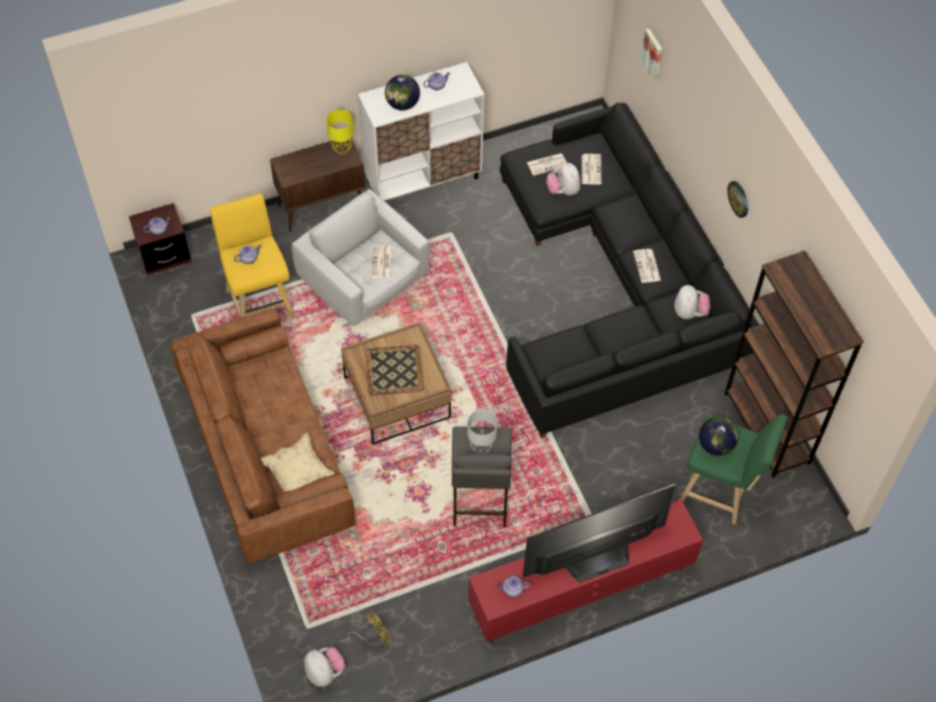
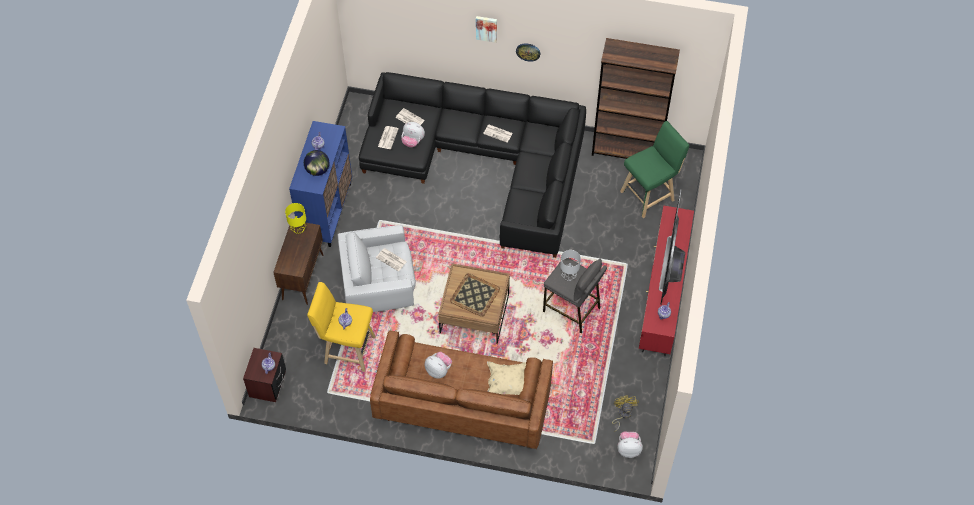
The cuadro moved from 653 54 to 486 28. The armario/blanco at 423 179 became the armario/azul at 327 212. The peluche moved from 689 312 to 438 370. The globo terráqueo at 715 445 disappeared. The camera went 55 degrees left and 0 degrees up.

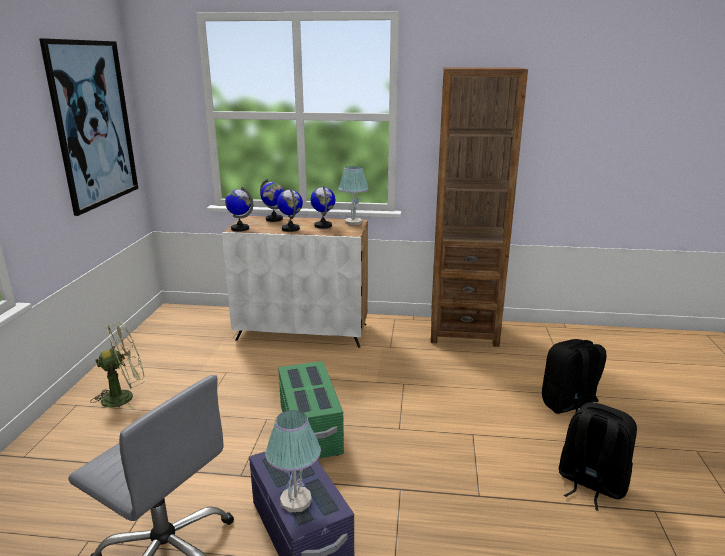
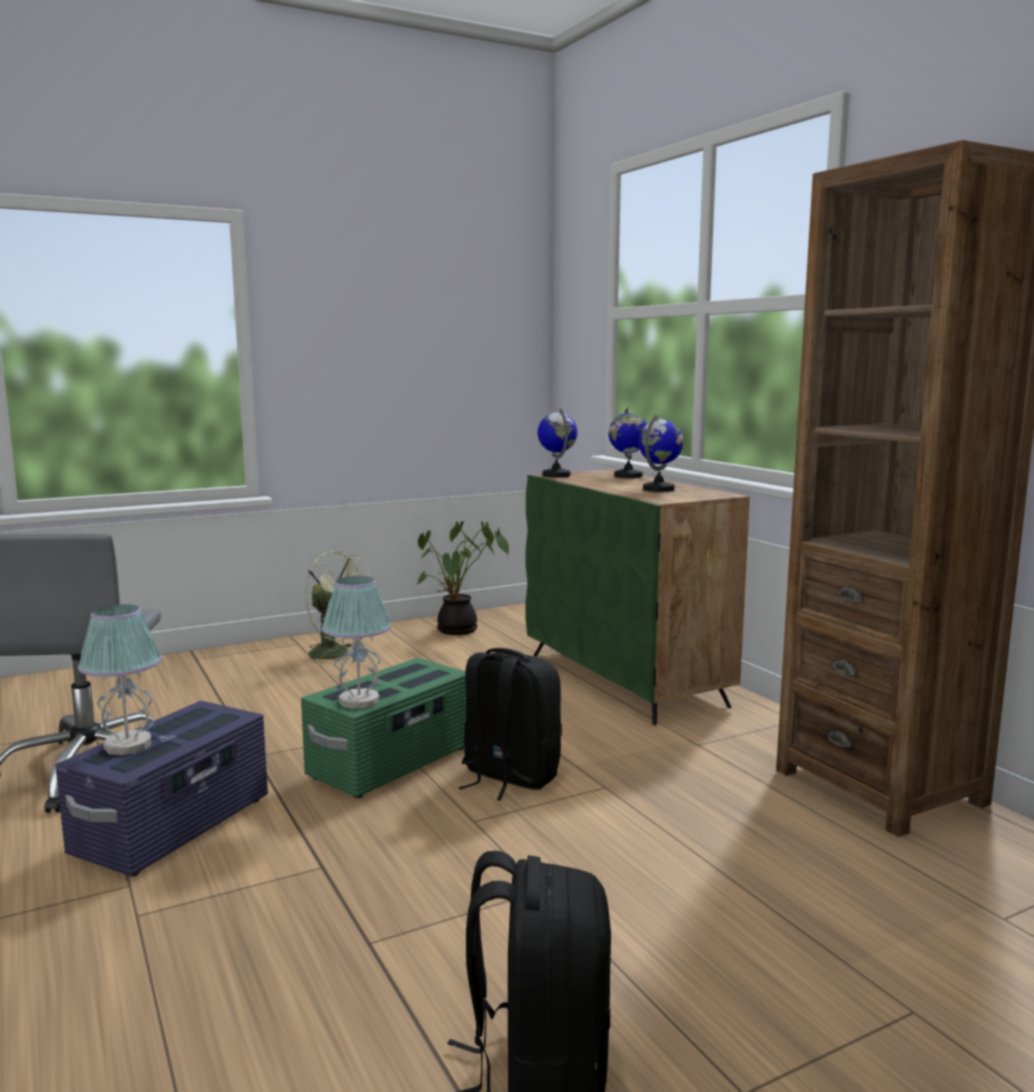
The cuadro at 93 124 disappeared. The lámpara de mesa moved from 353 222 to 359 701. The globo terráqueo at 290 229 disappeared. The armario/blanco at 303 331 became the armario/verde at 626 679. The mochila/negro moved from 569 406 to 508 777. The planta en maceta at 458 631 appeared. The camera went 55 degrees right and 10 degrees down.

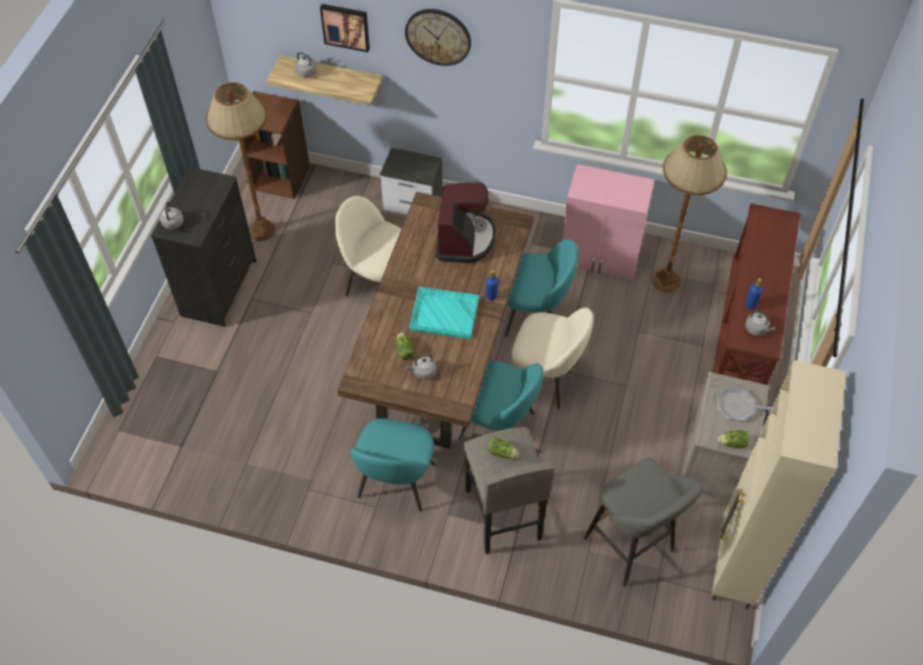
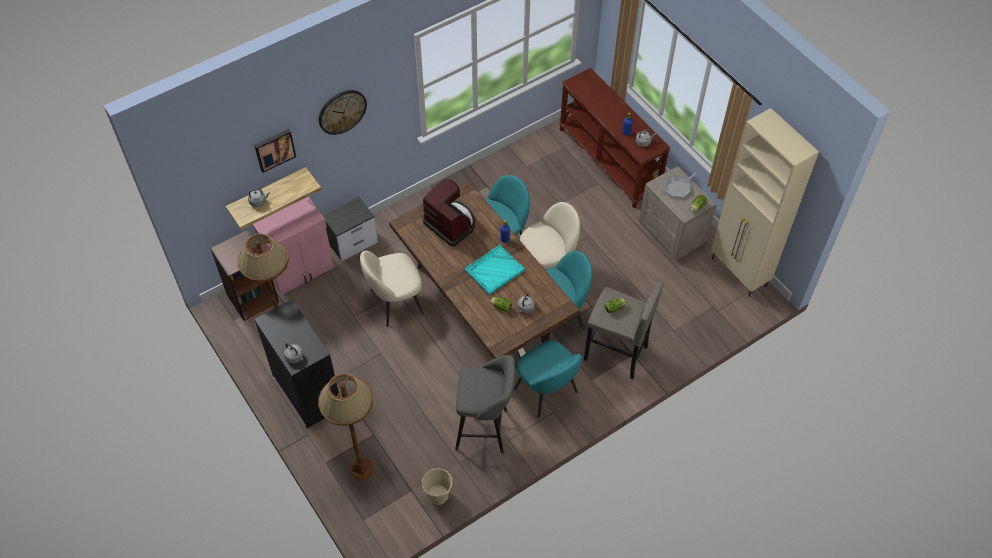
The lámpara de pie/marrón moved from 666 281 to 360 468. The armario/rosa moved from 600 257 to 301 270. The taburete/gris moved from 632 548 to 485 430. The cubo/beis at 438 495 appeared. The camera went 50 degrees left and 0 degrees up.

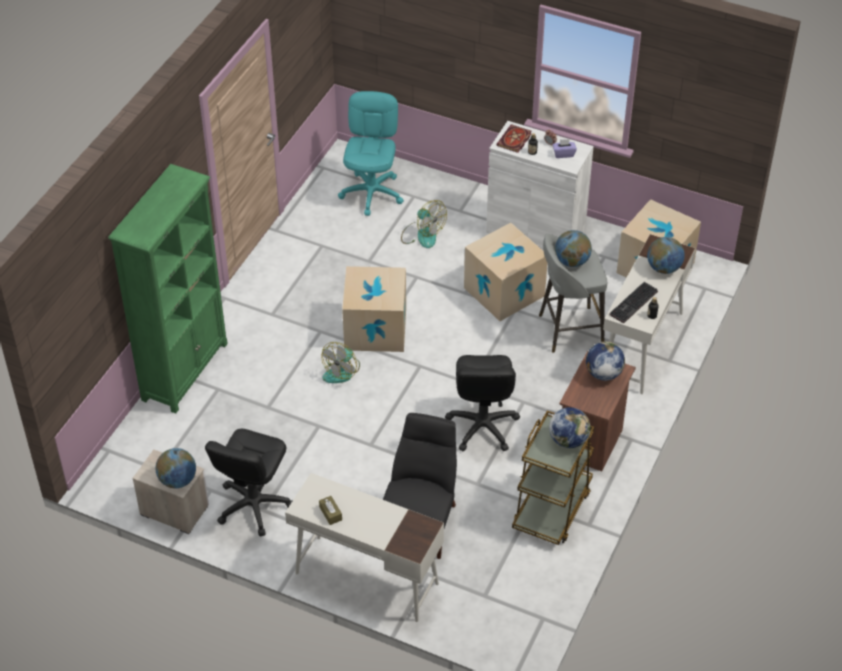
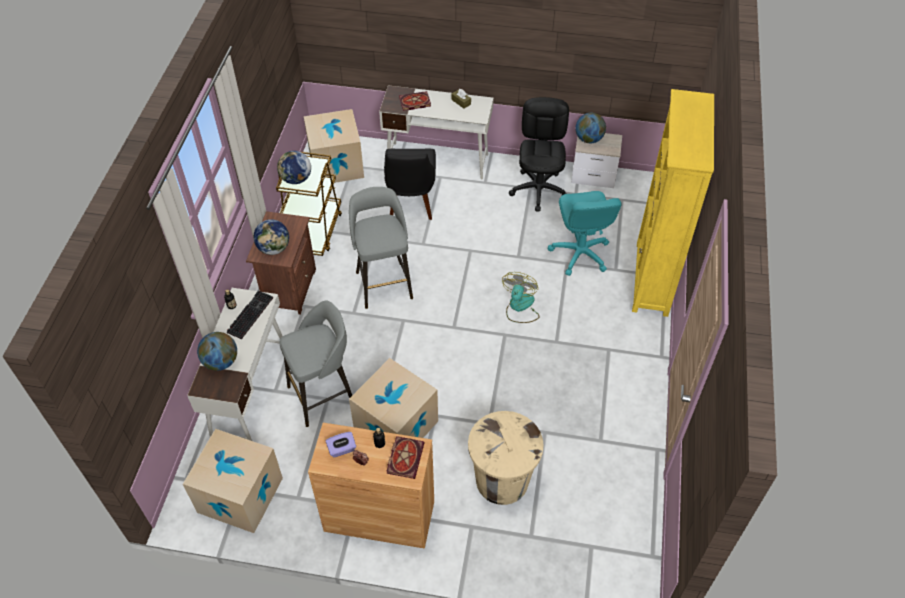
The silla de oficina/turquesa moved from 372 193 to 579 253. The armario/blanco at 535 231 became the armario/marrón at 379 516. The estantería/verde at 185 371 became the estantería/amarillo at 651 279. The ventilador at 422 235 was replaced by the papelera/beis at 502 480. The globo terráqueo at 572 261 disappeared. The caja de cartón moved from 375 329 to 336 165. The silla de oficina/negro at 482 427 was replaced by the taburete/gris at 383 283. The libro at 414 102 appeared. The camera went 165 degrees right and 5 degrees up.

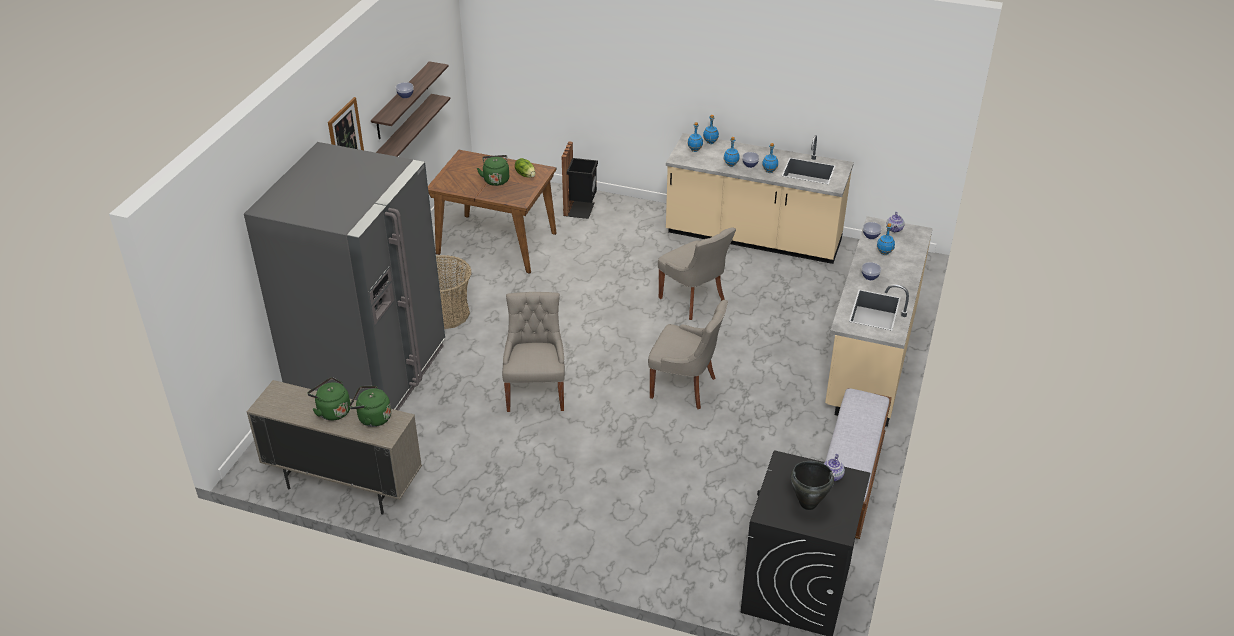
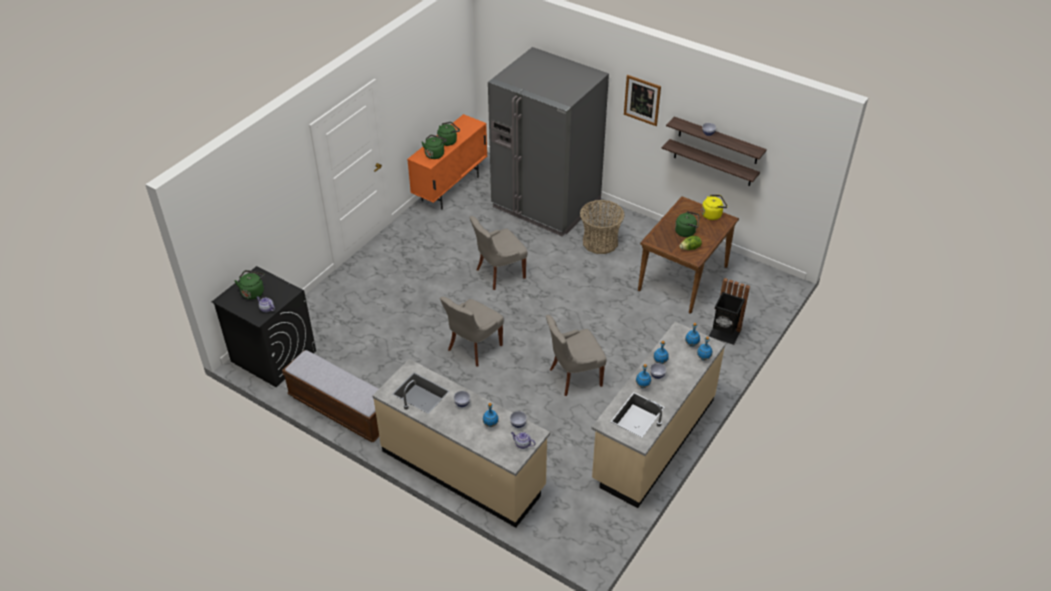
The silla/gris at 536 392 turned 135 degrees clockwise. The armario/beis at 345 486 became the armario/naranja at 450 189. The olla/negro at 807 503 was replaced by the hervidor/verde at 253 292. The hervidor/amarillo at 712 214 appeared. The camera went 105 degrees right and 5 degrees up.

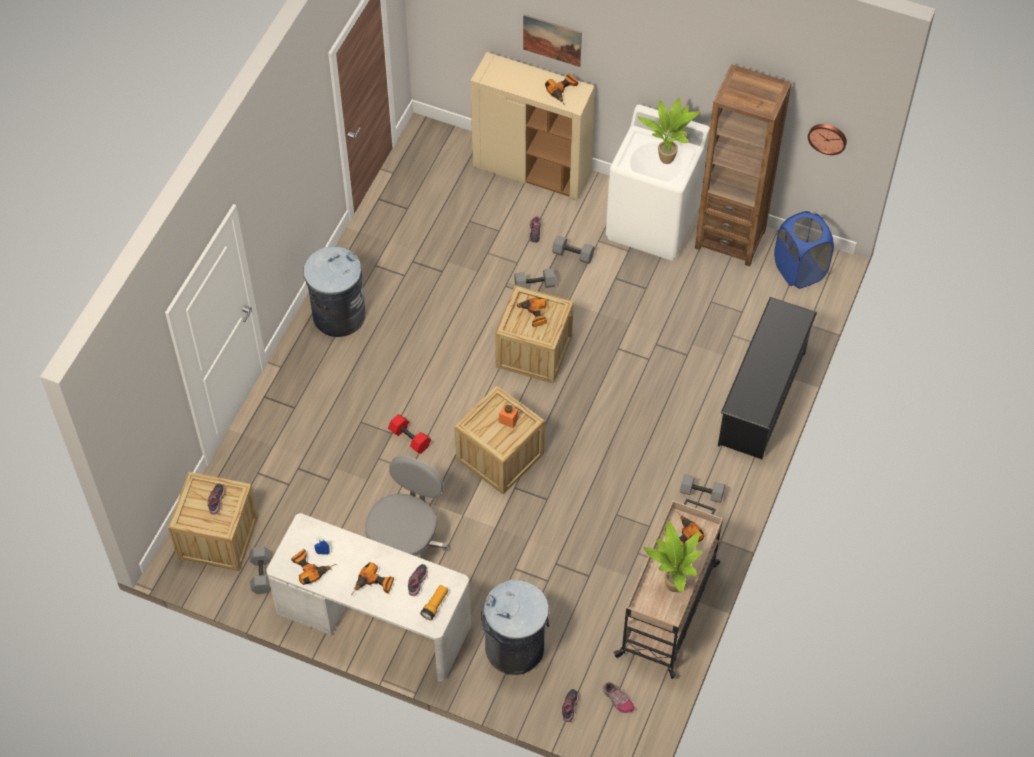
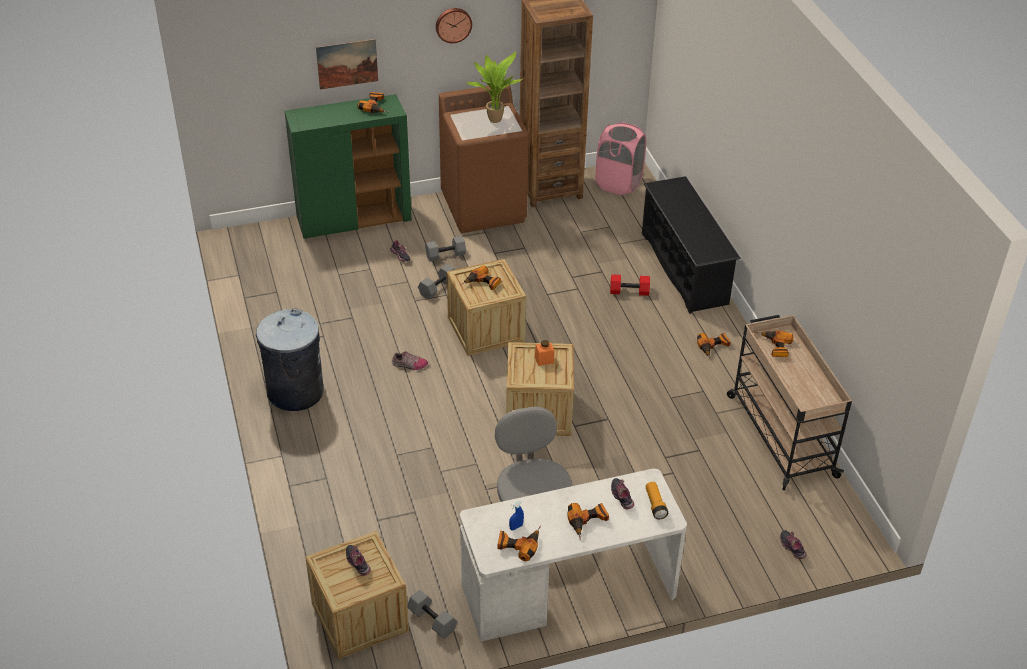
The armario/beis at 533 170 became the armario/verde at 354 220. The lavadora/blanco at 653 223 became the lavadora/marrón at 484 207. The reloj de pared moved from 827 137 to 453 24. The cesto de la ropa/azul at 799 270 became the cesto de la ropa/rosa at 619 184. The mancuerna/rojo moved from 410 438 to 629 291. The mancuerna/gris at 702 492 was replaced by the taladro at 714 348. The planta en maceta at 671 586 disappeared. The papelera/gris at 515 648 disappeared. The zapato moved from 617 699 to 409 365. The camera went 40 degrees left and 15 degrees down.

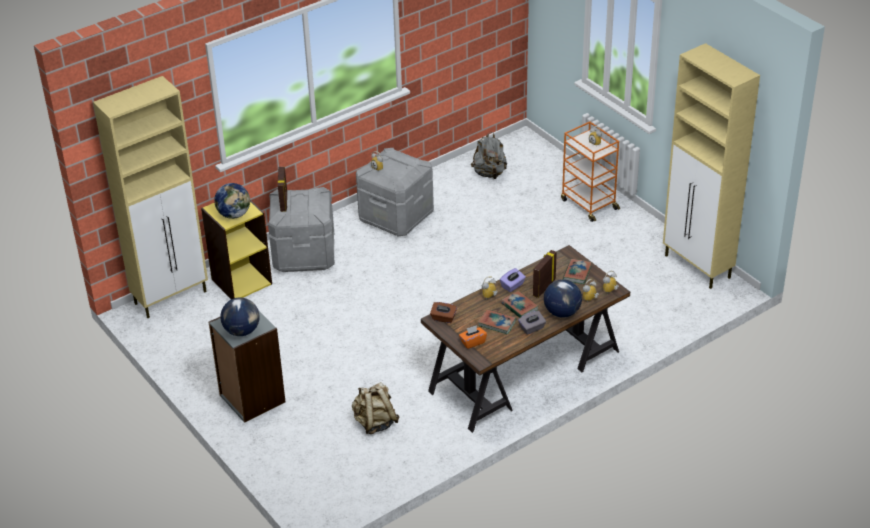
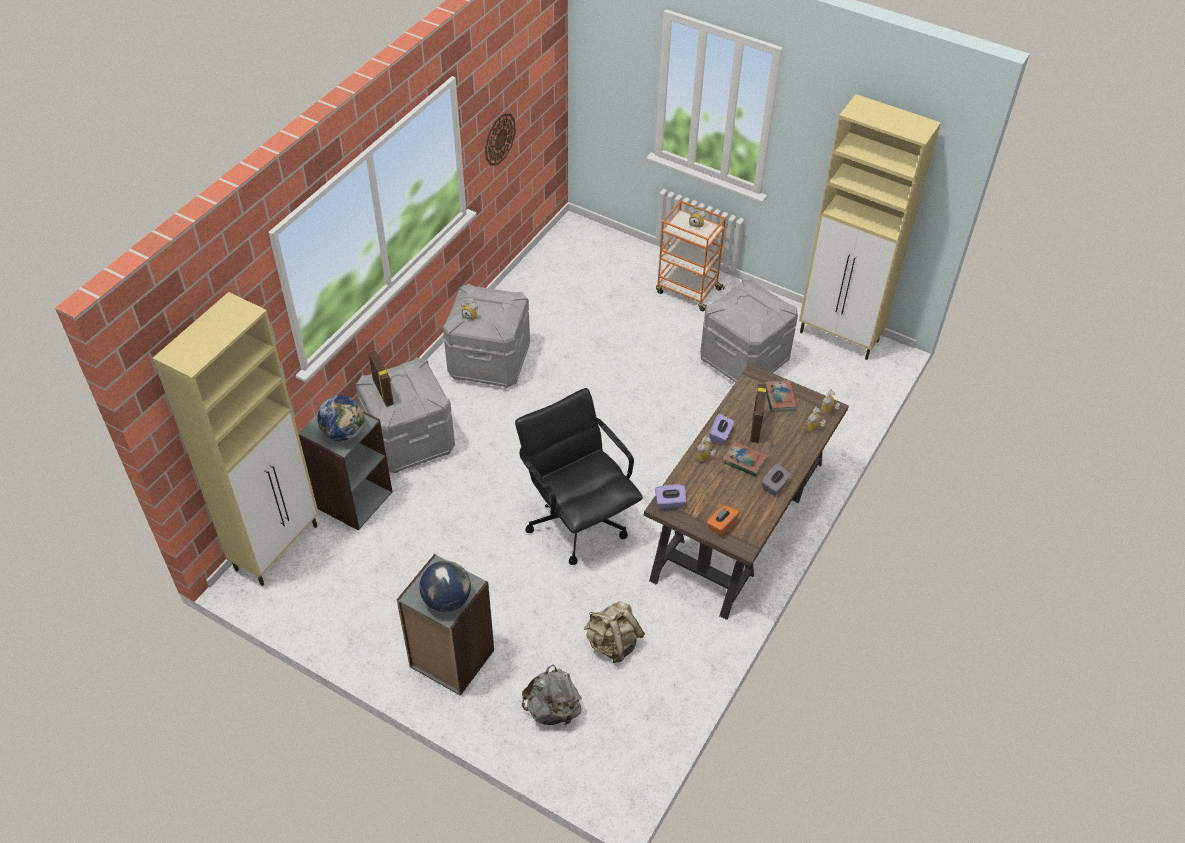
The mochila/gris moved from 489 173 to 553 710. The estantería/amarillo at 241 281 became the estantería/gris at 353 499. The globo terráqueo at 562 312 disappeared. The caja de pañuelos/marrón at 443 318 became the caja de pañuelos/morado at 670 503. The libro at 497 323 disappeared. The reloj de pared at 499 139 appeared. The caja de almacenaje/gris at 743 360 appeared. The silla de oficina/negro at 577 520 appeared. The camera went 25 degrees left and 10 degrees up.

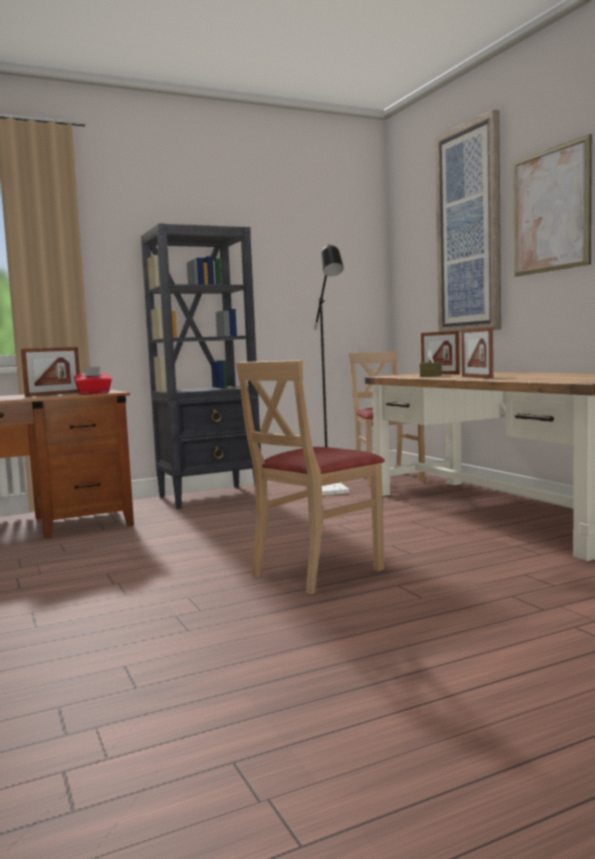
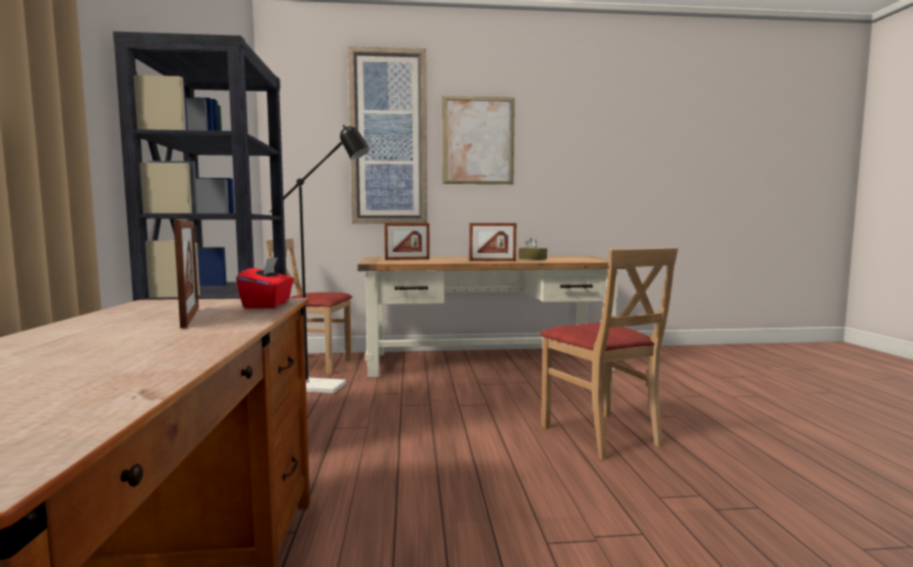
The caja de pañuelos/marrón moved from 431 376 to 532 259. The camera went 70 degrees left and 0 degrees up.

